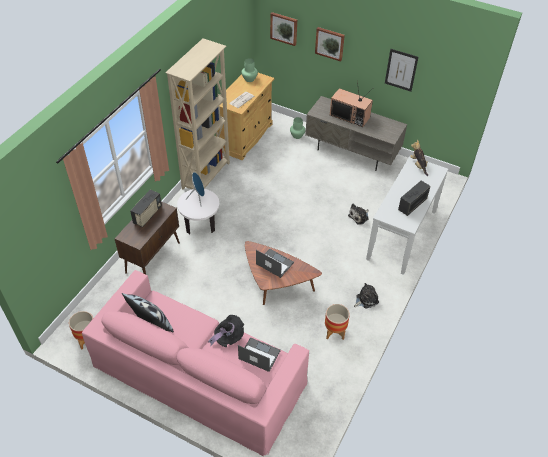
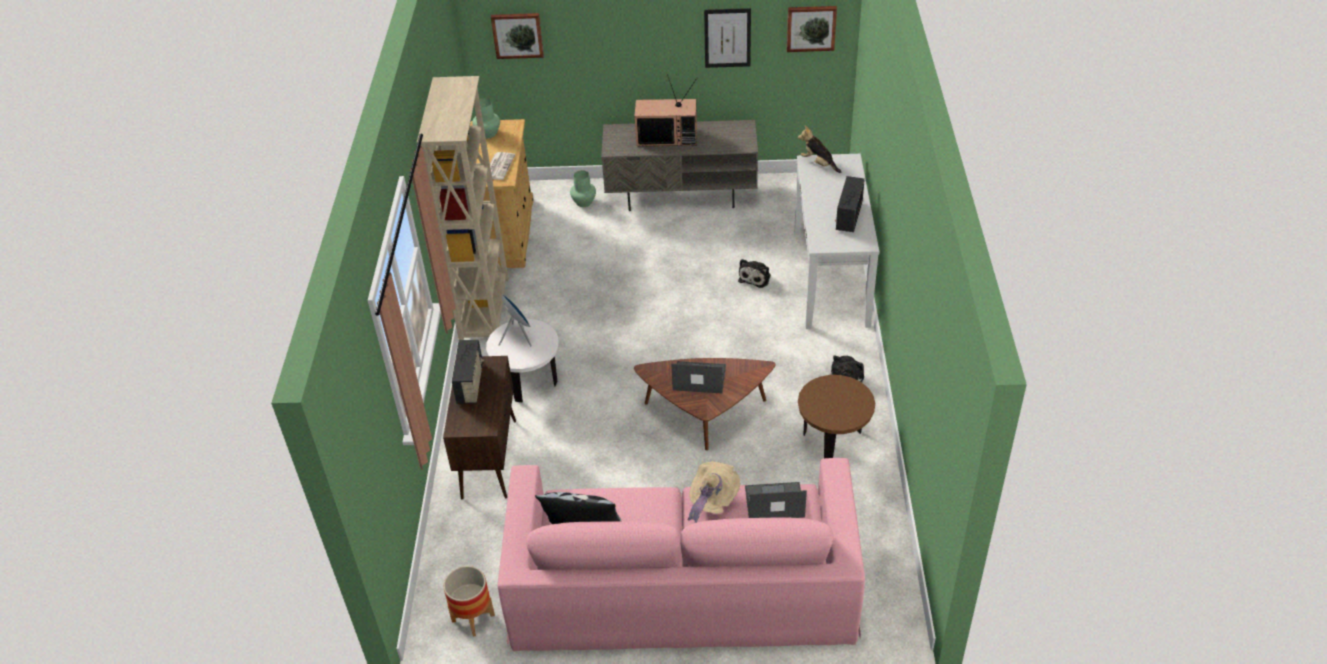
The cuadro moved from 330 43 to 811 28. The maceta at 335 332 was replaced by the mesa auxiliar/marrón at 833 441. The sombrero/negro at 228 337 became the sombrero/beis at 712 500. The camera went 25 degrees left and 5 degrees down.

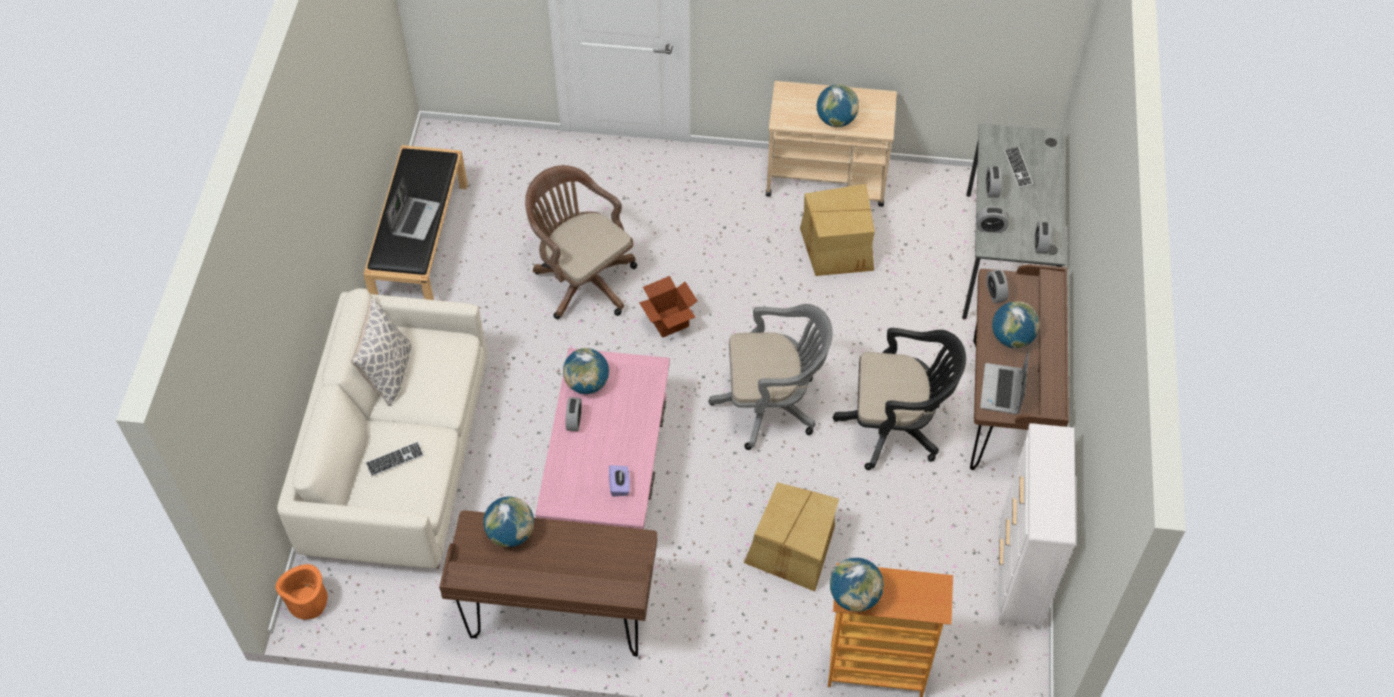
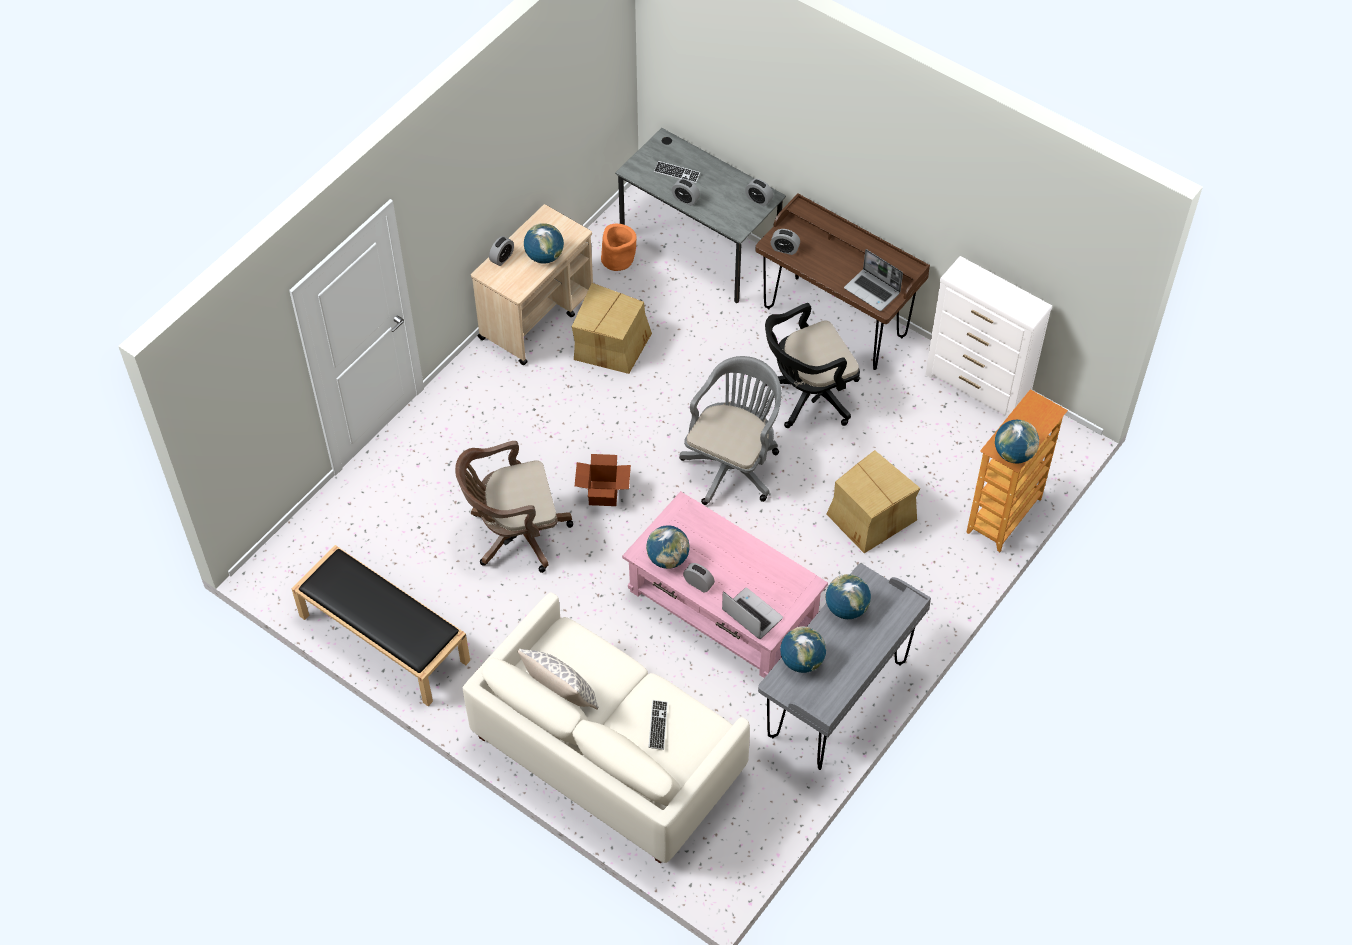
The portátil moved from 415 219 to 751 614. The despertador moved from 990 228 to 502 258. The globo terráqueo moved from 1012 338 to 846 608. The silla de oficina/negro at 896 427 turned 150 degrees counterclockwise. The caja de pañuelos/morado at 619 486 disappeared. The escritorio/marrón at 559 619 became the escritorio/gris at 838 701. The maceta/naranja moved from 307 603 to 618 260. The camera went 60 degrees left and 0 degrees up.

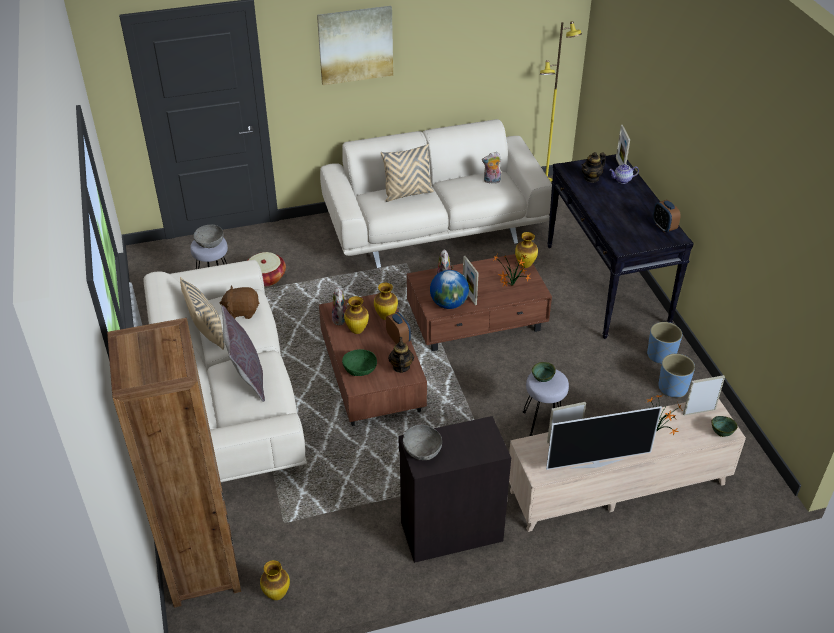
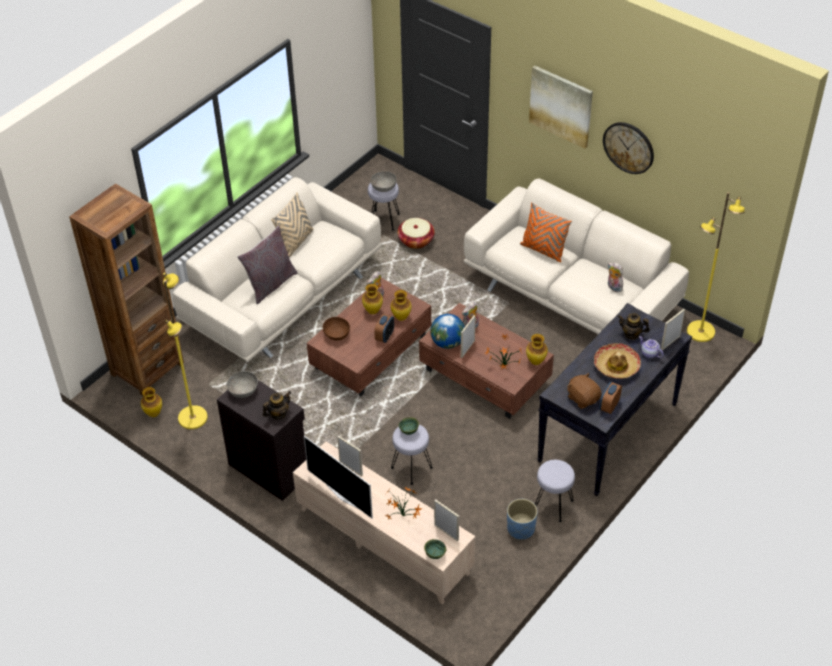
The cojín/beis at 407 193 became the cojín/naranja at 543 250. The peluche/marrón moved from 242 311 to 583 398. The maceta/azul at 661 355 was replaced by the taburete/gris at 553 505. The tetera moved from 401 367 to 278 414. The cuenco/verde at 360 369 became the cuenco/marrón at 336 334. The reloj de pared at 628 147 appeared. The lámpara de pie/amarillo at 193 417 appeared. The sombrero at 616 366 appeared. The camera went 55 degrees right and 5 degrees up.

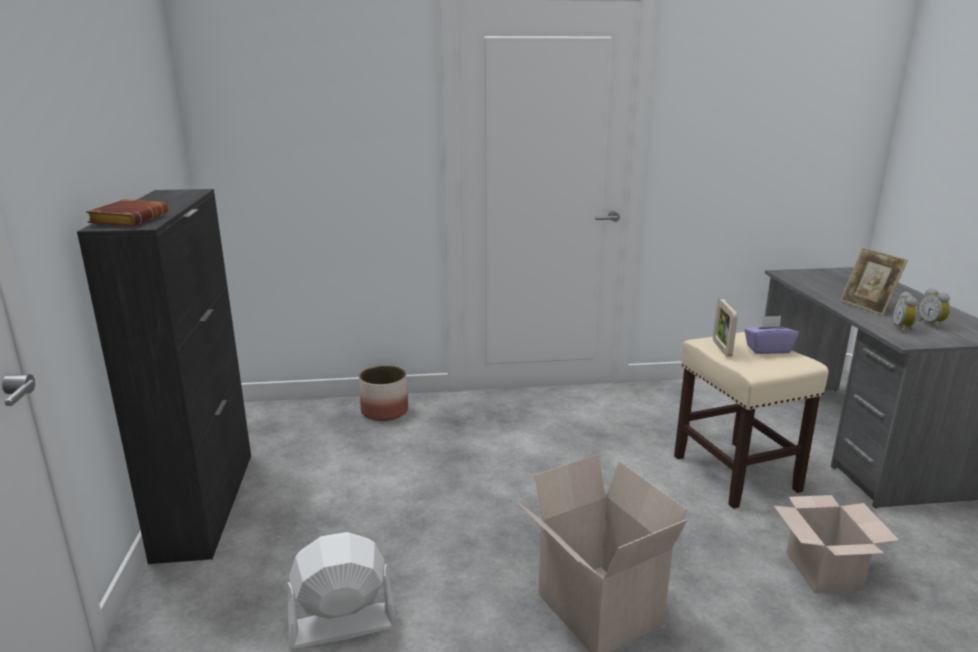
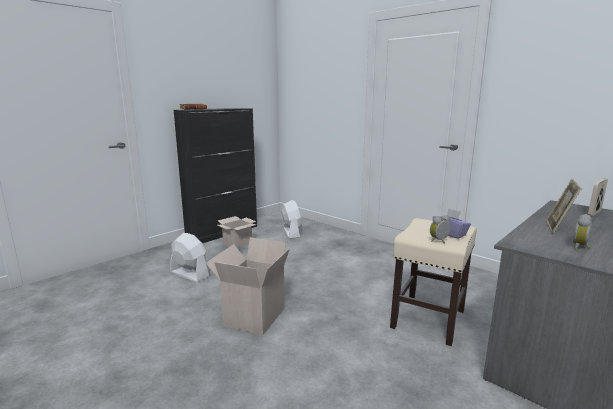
The despertador moved from 903 328 to 439 241. The portarretratos moved from 722 348 to 594 213. The maceta at 385 411 disappeared. The caja de cartón moved from 825 572 to 237 244. The ventilador/blanco at 291 232 appeared. The camera went 50 degrees right and 5 degrees down.

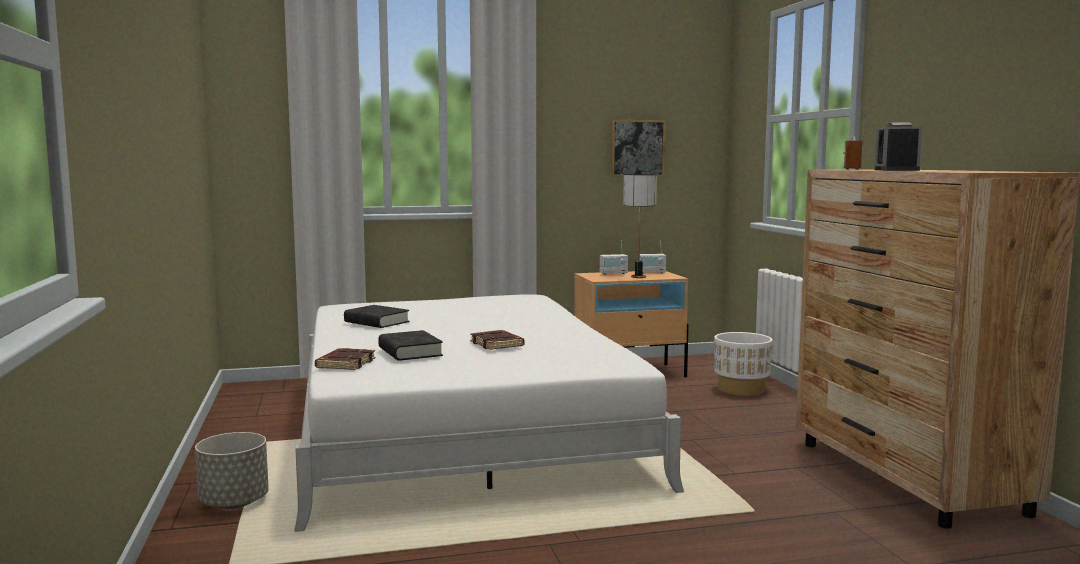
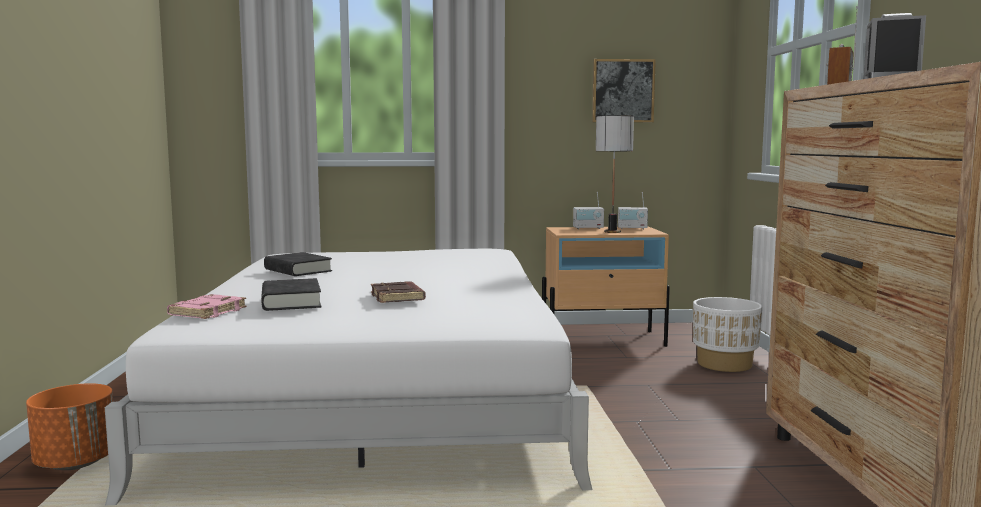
The libro/marrón at 345 364 became the libro/rosa at 207 312. The maceta/gris at 234 503 became the maceta/naranja at 76 463. The camera went 10 degrees right and 0 degrees up.

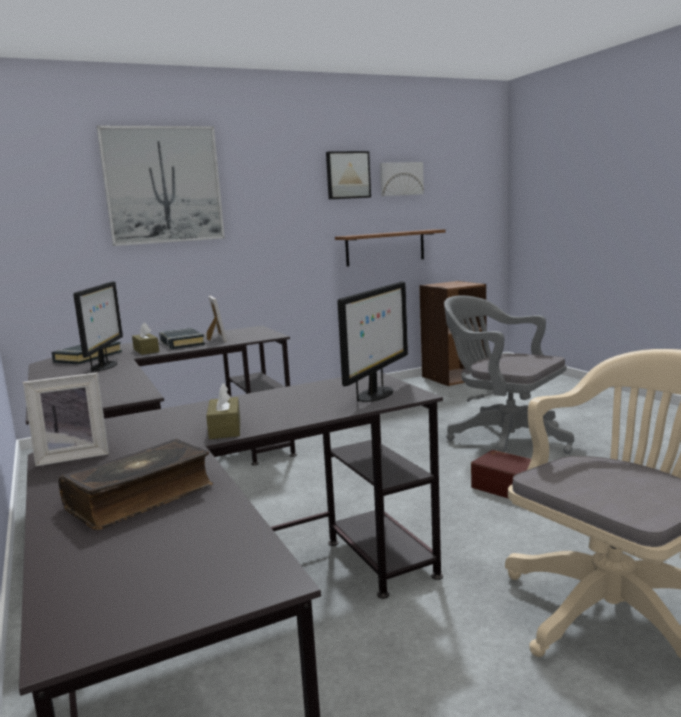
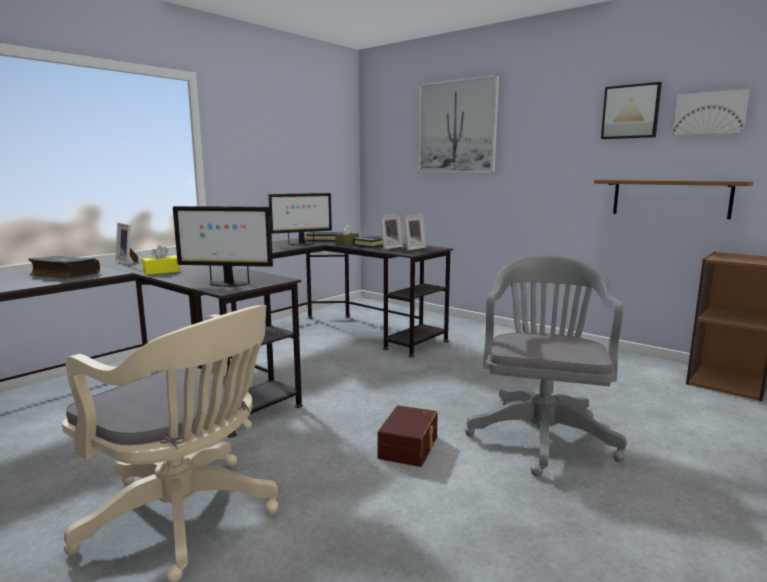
The caja de pañuelos/marrón at 225 428 became the caja de pañuelos/amarillo at 161 271. The portarretratos at 413 248 appeared. The camera went 65 degrees right and 0 degrees up.

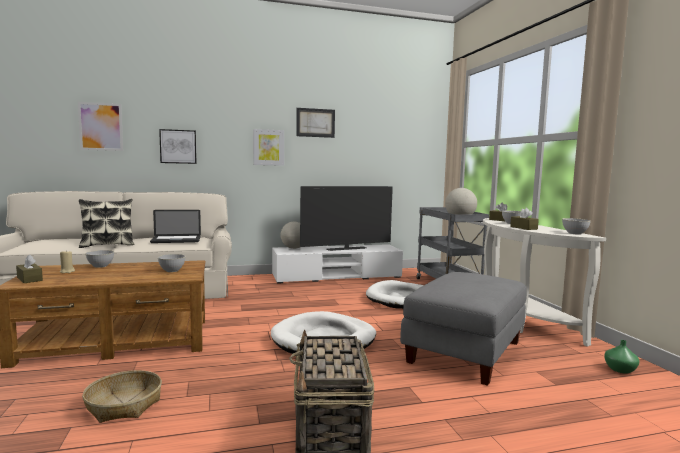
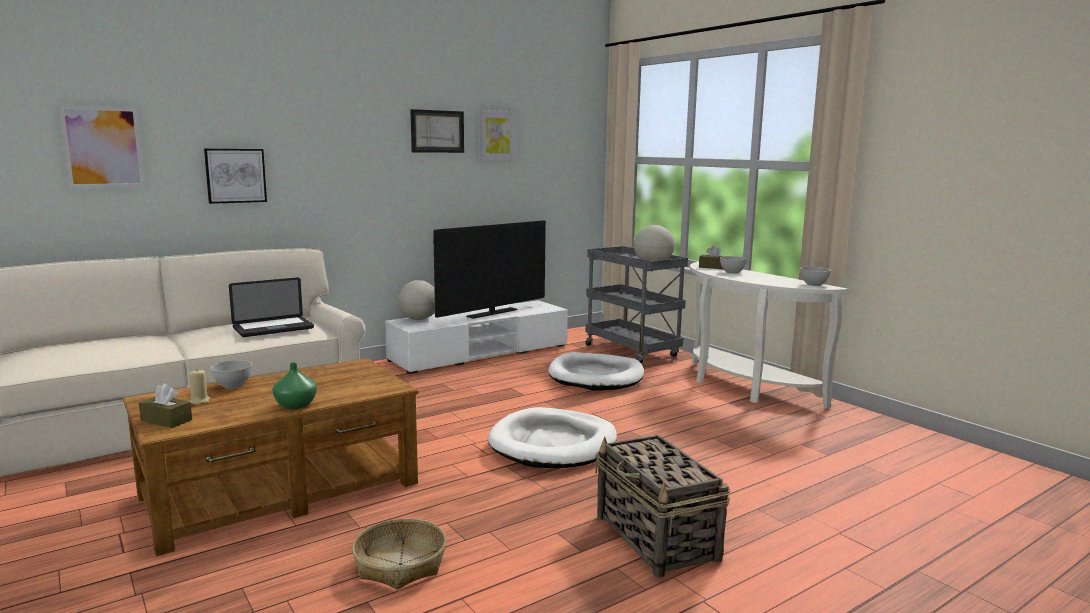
The cuadro moved from 268 147 to 496 135. The cojín at 107 245 disappeared. The caja de pañuelos/marrón at 523 228 disappeared. The cuenco/gris at 172 270 disappeared. The puf/gris at 466 352 disappeared. The florero/verde moved from 620 370 to 295 405. The camera went 20 degrees left and 5 degrees up.

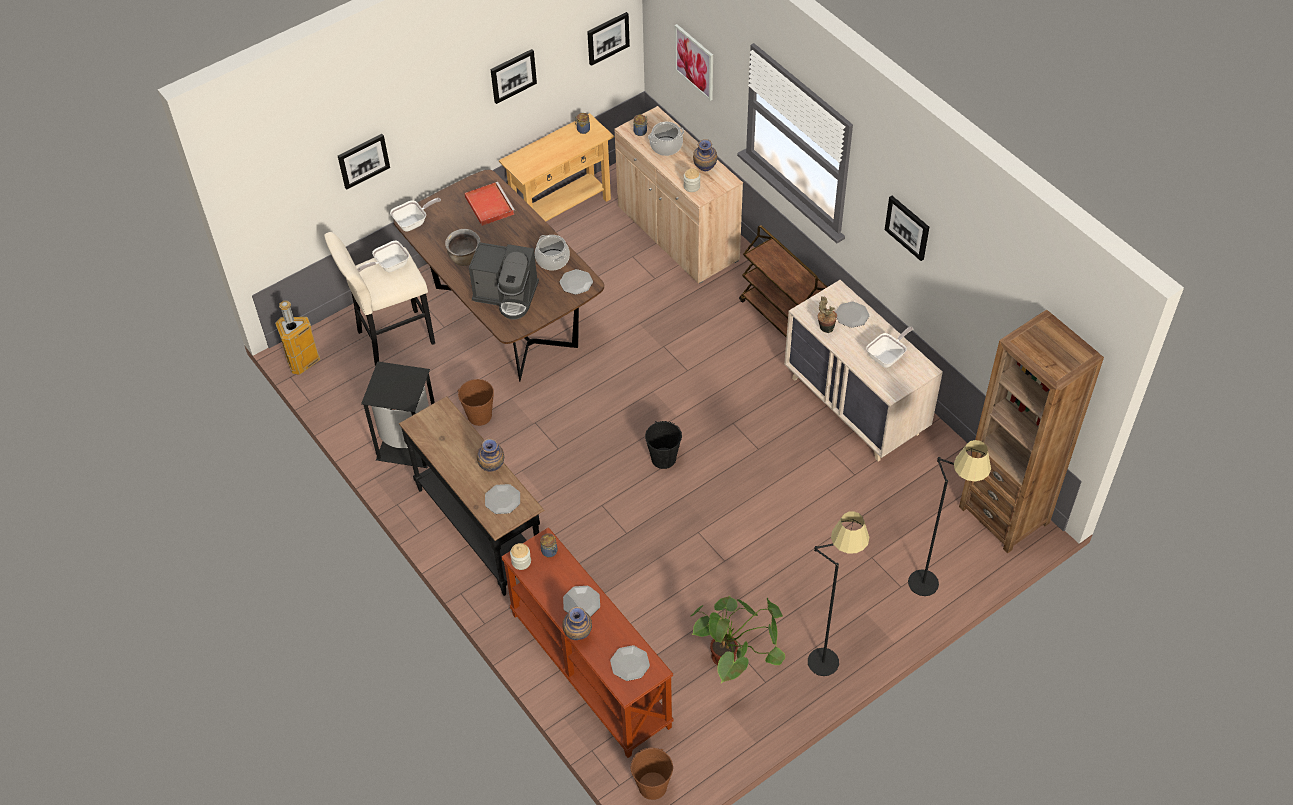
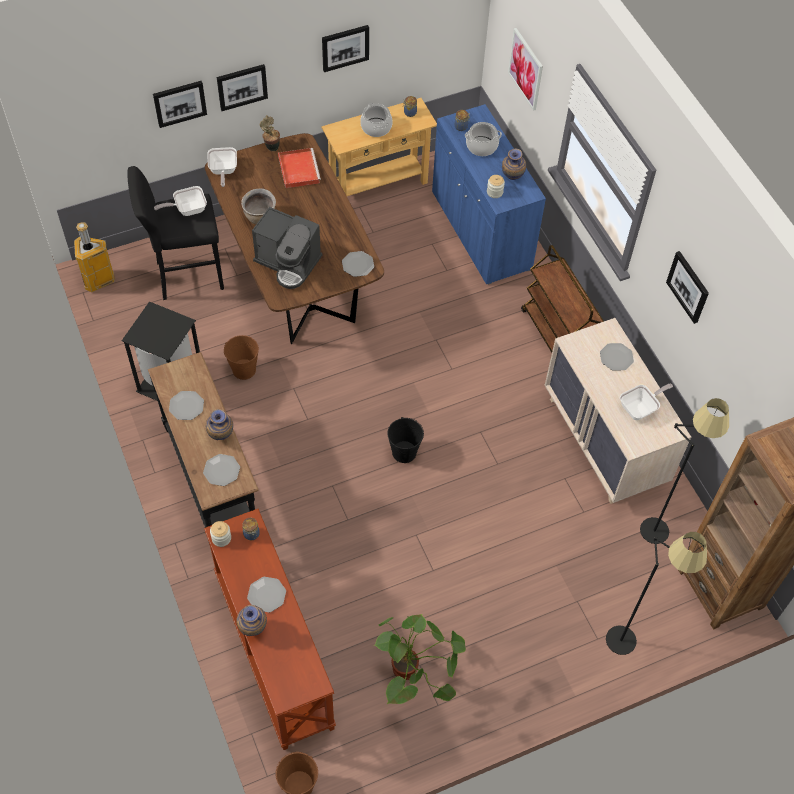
The cuadro moved from 607 38 to 242 86. The armario/beis at 677 234 became the armario/azul at 480 231. The sartén at 414 222 turned 105 degrees clockwise. The taburete/beis at 392 339 became the taburete/negro at 185 276. The olla moved from 553 260 to 376 127. The planta en maceta moved from 825 328 to 271 146. The lámpara de pie/negro moved from 828 650 to 661 521. The plato moved from 630 664 to 186 406. The camera went 10 degrees right and 5 degrees up.

